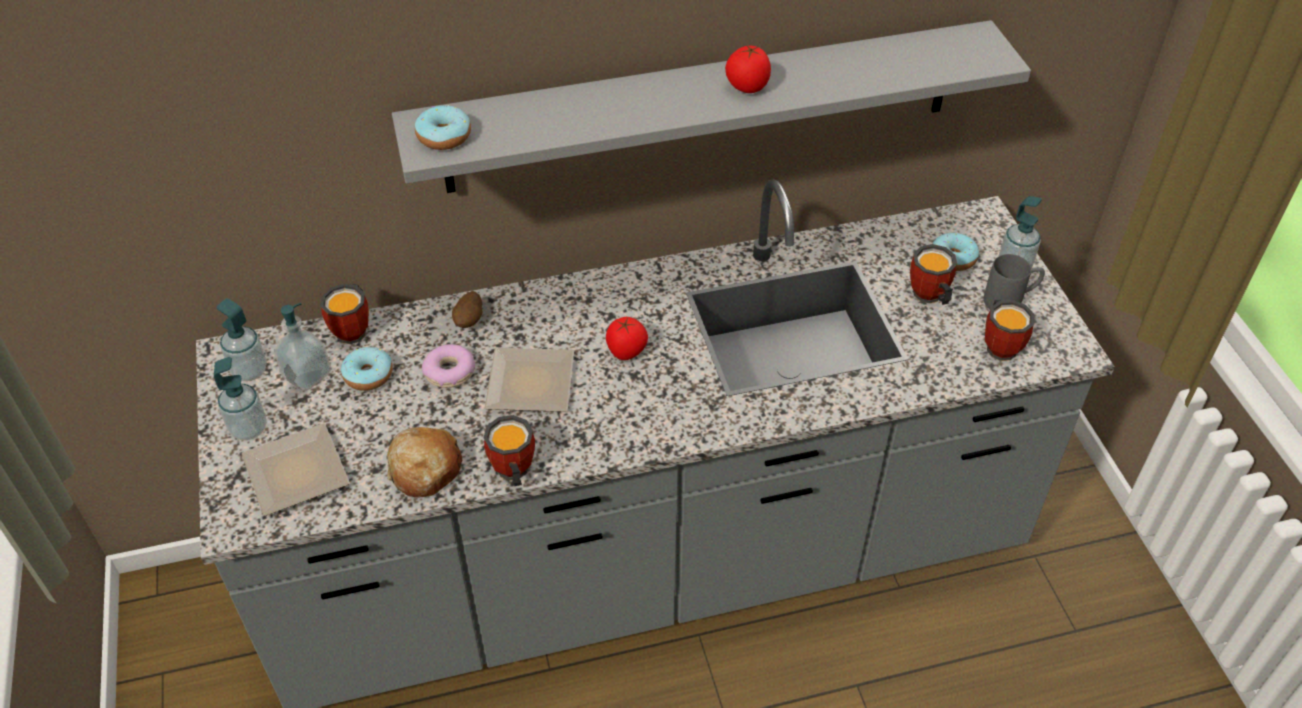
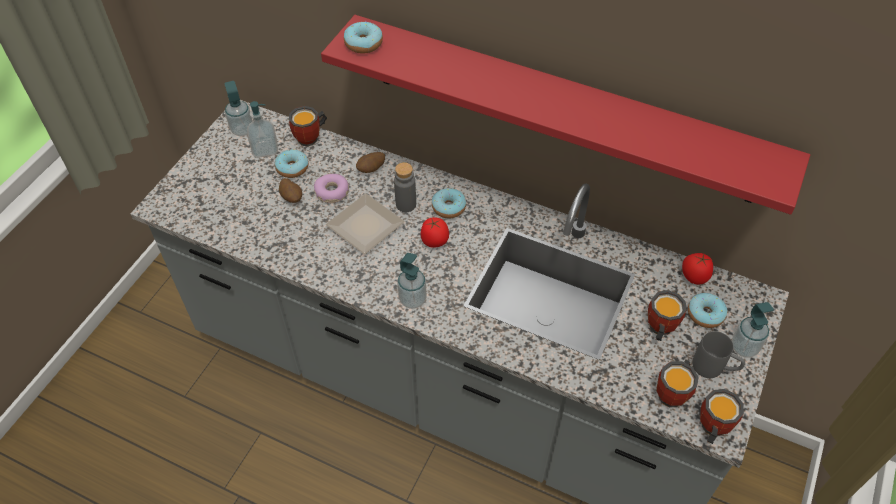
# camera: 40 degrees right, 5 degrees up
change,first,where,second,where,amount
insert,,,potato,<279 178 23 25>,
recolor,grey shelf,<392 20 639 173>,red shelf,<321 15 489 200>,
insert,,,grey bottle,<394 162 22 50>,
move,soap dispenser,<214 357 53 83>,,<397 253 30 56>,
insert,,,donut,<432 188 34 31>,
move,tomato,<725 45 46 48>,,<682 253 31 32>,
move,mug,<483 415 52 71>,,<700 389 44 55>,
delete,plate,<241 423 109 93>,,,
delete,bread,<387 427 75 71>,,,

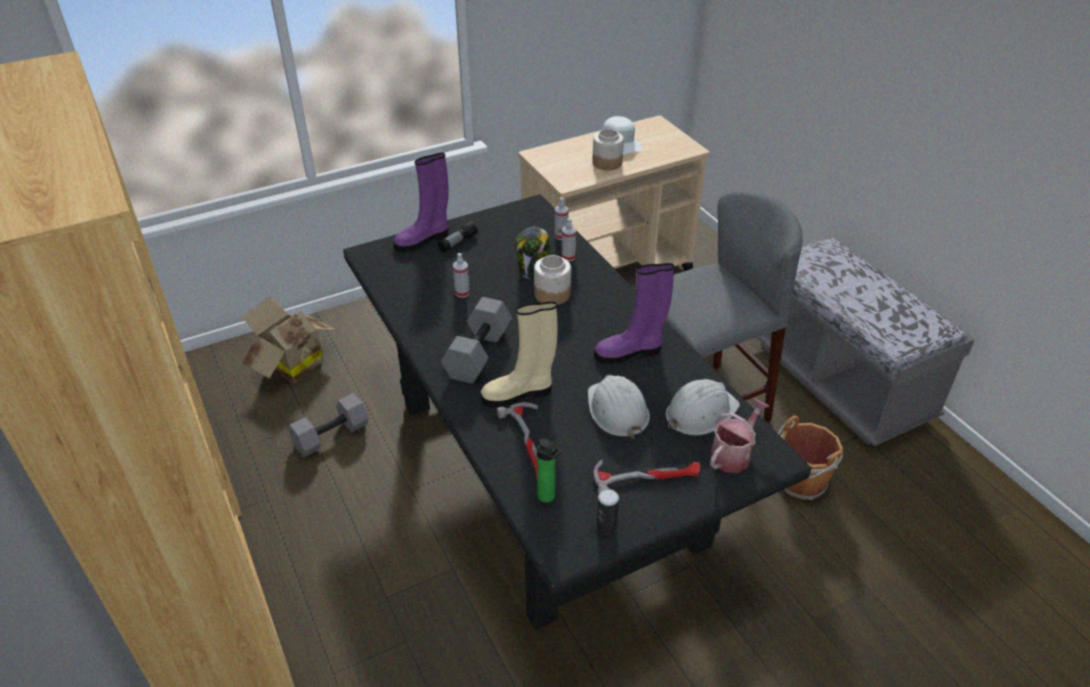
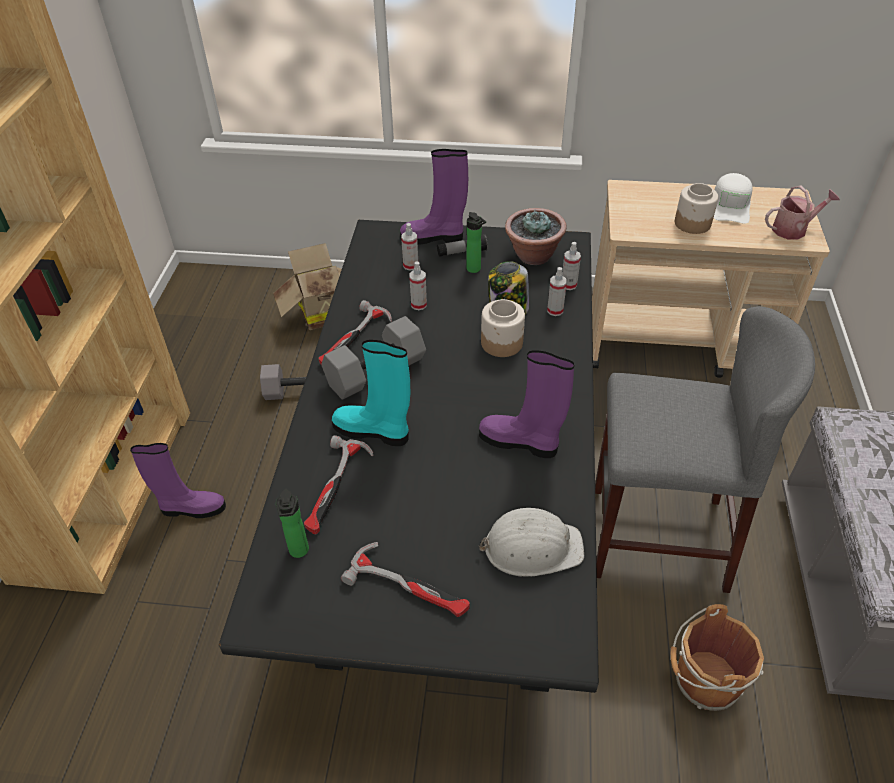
# camera: 35 degrees right, 5 degrees up
change,first,where,second,where,amount
insert,,,purple boot,<130 443 96 75>,
insert,,,hammer,<319 300 73 64>,
recolor,beige boot,<481 301 77 106>,turquoise boot,<332 340 78 106>,
insert,,,spray bottle,<401 223 17 48>,
insert,,,bottle,<466 212 20 61>,
insert,,,potted plant,<505 208 62 57>,
move,watering can,<710 398 60 75>,,<765 185 75 55>,
delete,white hard hat,<588 375 62 64>,,,
delete,can,<596 489 23 45>,,,

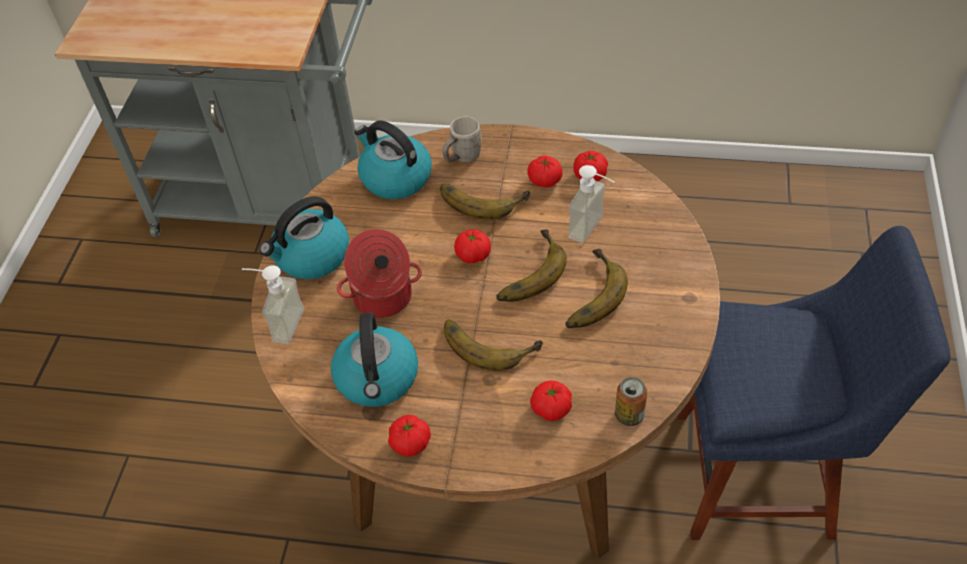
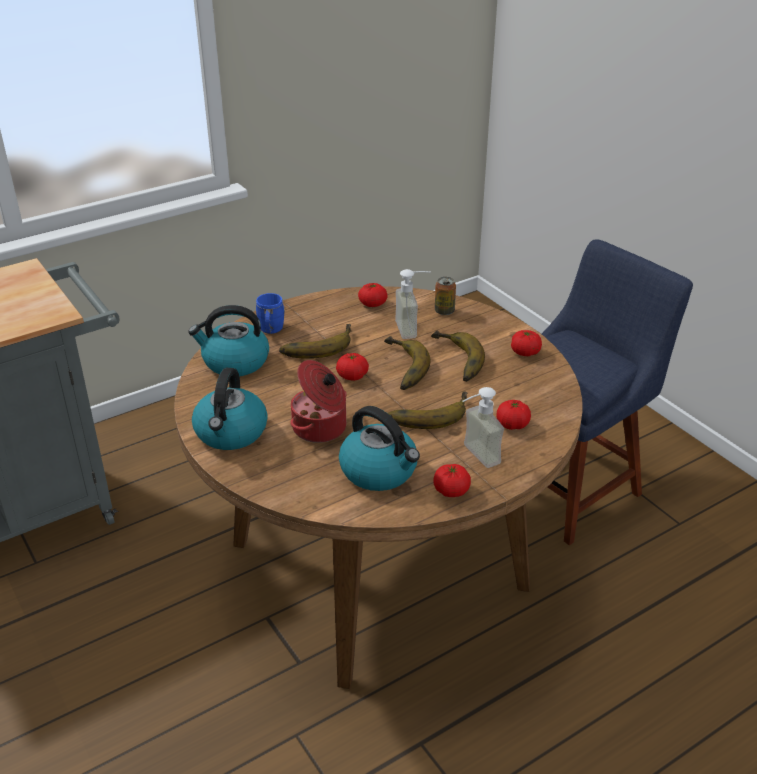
# camera: 45 degrees left, 15 degrees down
change,first,where,second,where,amount
recolor,grey mug,<443 116 39 47>,blue mug,<256 293 29 41>,
move,can,<615 377 32 49>,,<435 277 21 38>,
move,soap dispenser,<242 266 62 78>,,<463 387 41 81>,
move,tomato,<527 156 36 32>,,<511 330 31 26>,

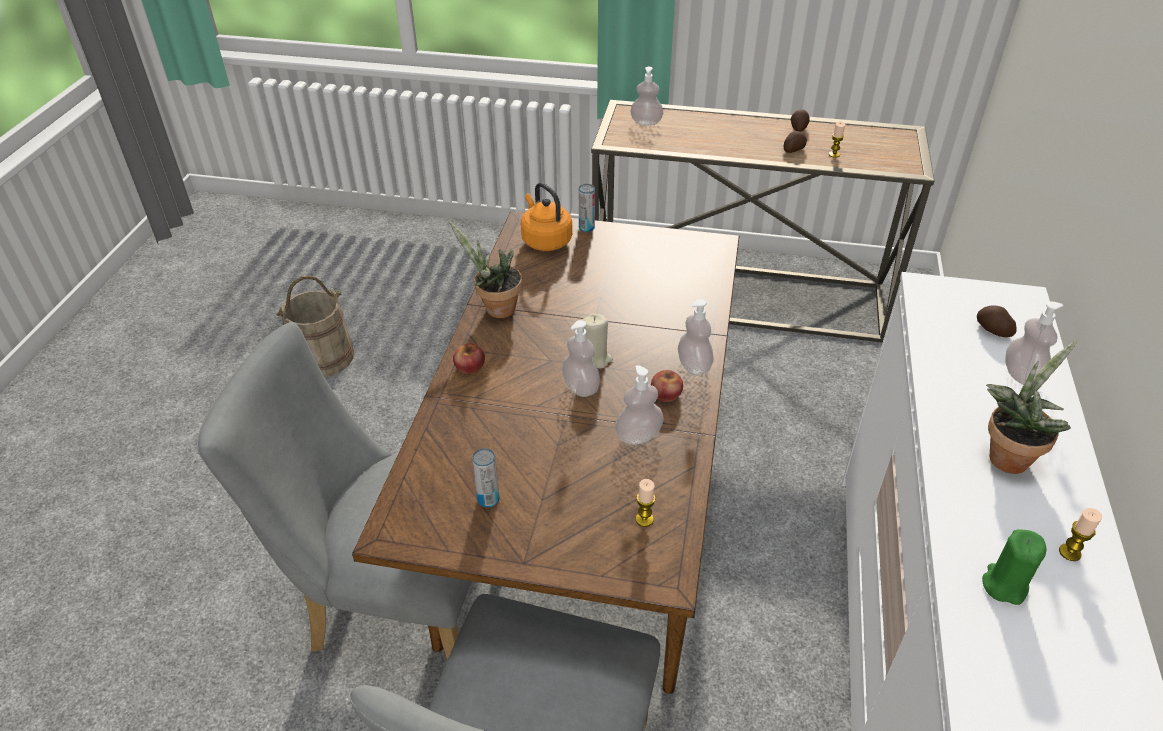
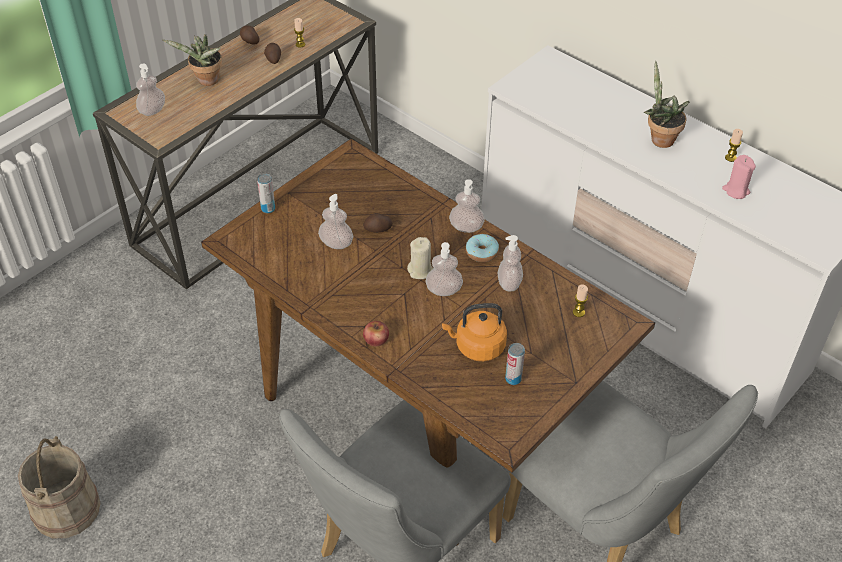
# camera: 60 degrees left, 5 degrees up
change,first,where,second,where,amount
move,potted plant,<449 222 73 96>,,<162 34 60 52>,
move,soap dispenser,<1005 301 58 84>,,<318 194 35 55>,
move,potato,<977 305 40 32>,,<363 213 30 20>,
move,orange kettle,<521 183 51 68>,,<442 303 65 58>,
replace,apple,<651 370 32 32>,donut,<466 234 33 28>,
recolor,green candle,<982 529 65 76>,pink candle,<722 155 34 44>,

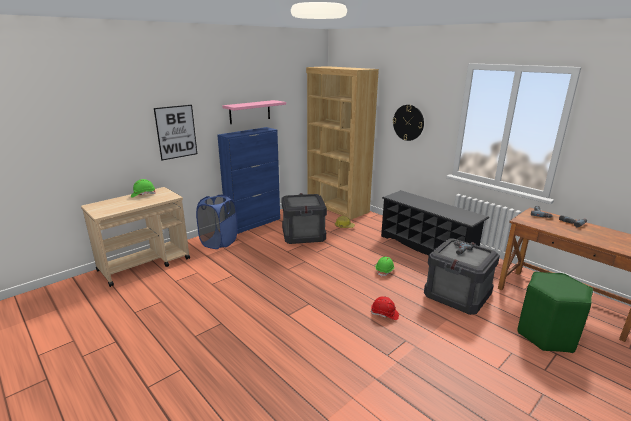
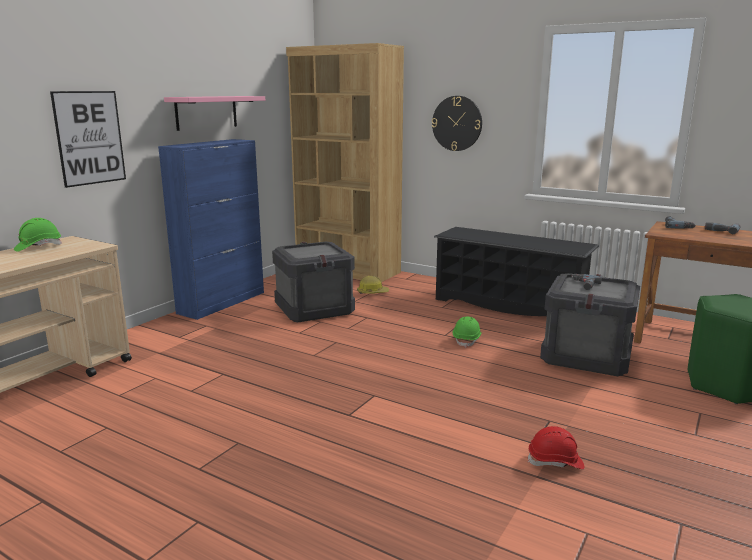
# camera: 15 degrees left, 5 degrees down
change,first,where,second,where,amount
move,red hard hat,<371 296 28 24>,,<527 426 57 43>,
delete,blue laundry basket,<196 195 42 54>,,,

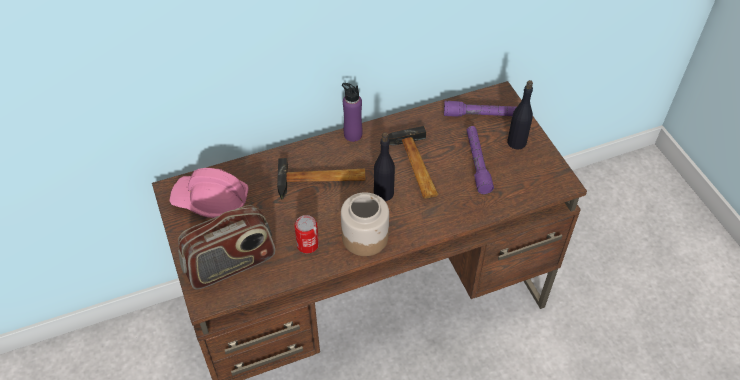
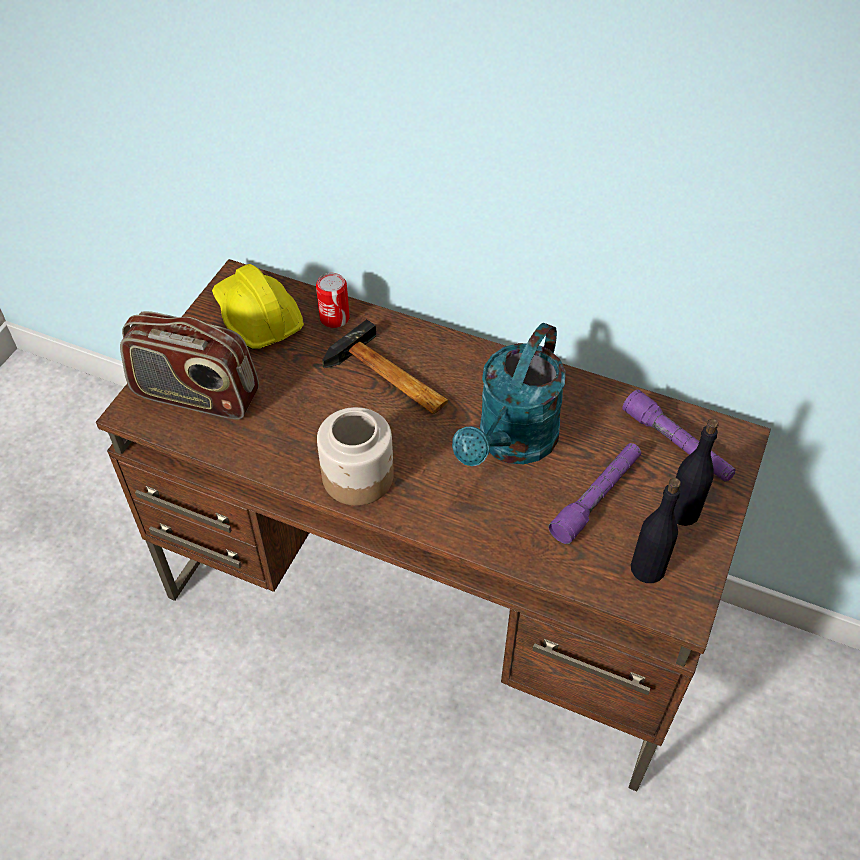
# camera: 45 degrees right, 0 degrees up
change,first,where,second,where,amount
recolor,pink hard hat,<169 168 80 50>,yellow hard hat,<212 264 92 85>,
move,can,<294 215 25 38>,,<316 273 34 55>,
replace,hammer,<388 126 50 73>,turquoise watering can,<452 323 114 143>,
move,black bottle,<374 132 21 69>,,<631 478 50 105>,
delete,purple bottle,<342 83 20 59>,,,

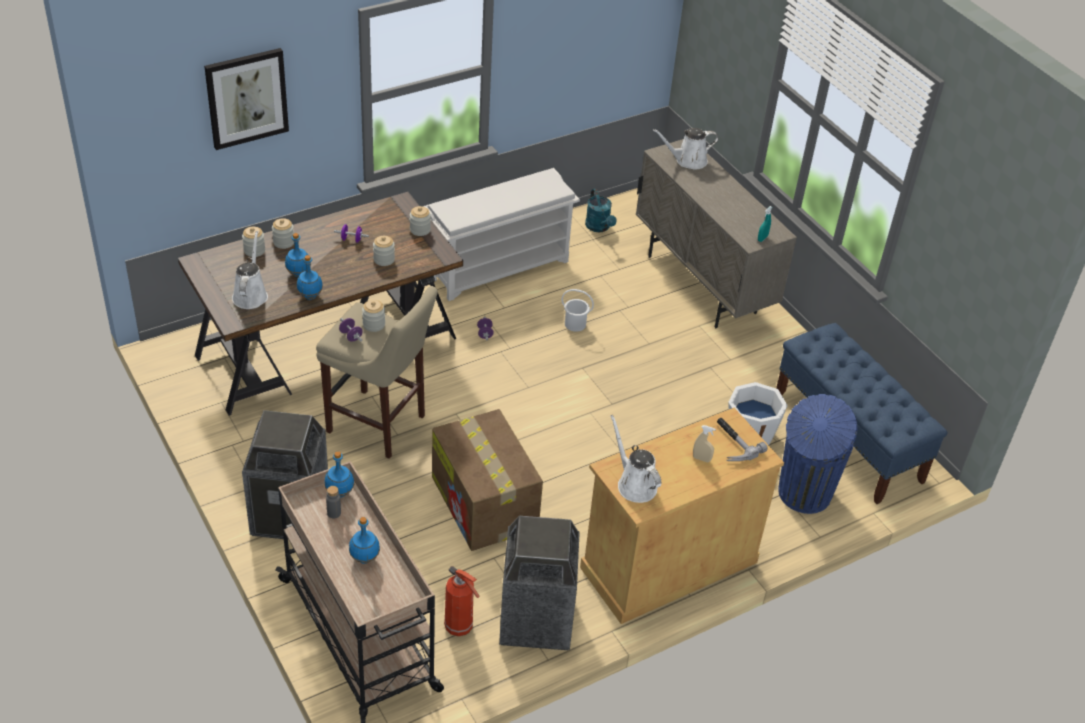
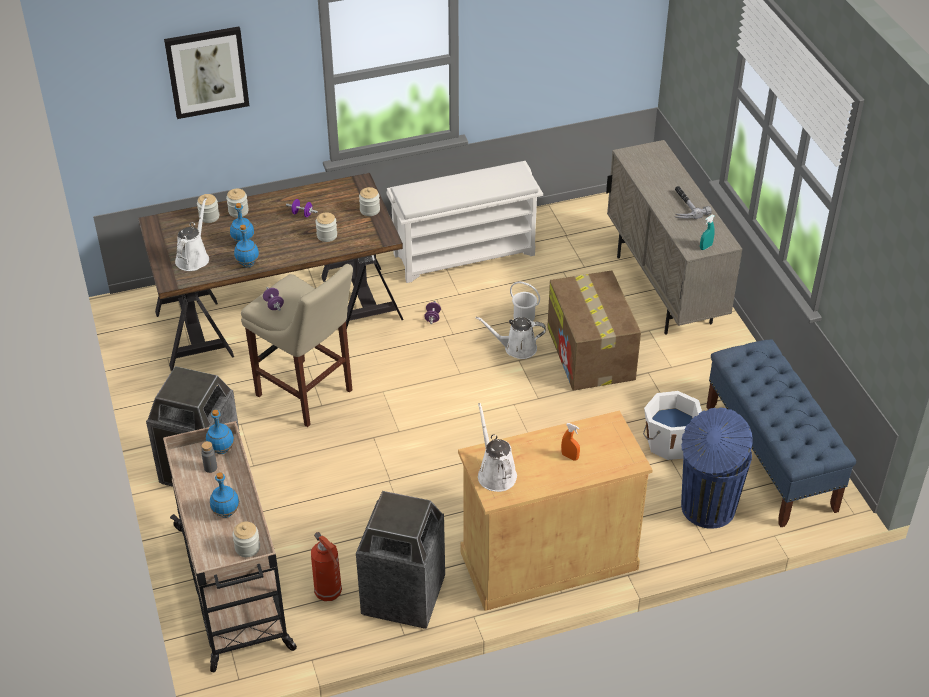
# camera: 15 degrees right, 0 degrees up
change,first,where,second,where,amount
move,jar,<362 300 23 32>,,<232 522 28 35>,
move,white watering can,<653 128 66 41>,,<476 317 70 42>,
move,cardboard box,<432 409 111 142>,,<547 270 94 121>,
recolor,beige spray bottle,<693 425 23 37>,orange spray bottle,<561 423 19 38>,
move,hammer,<717 418 51 43>,,<675 186 37 33>,
delete,turquoise watering can,<585 189 32 43>,,,

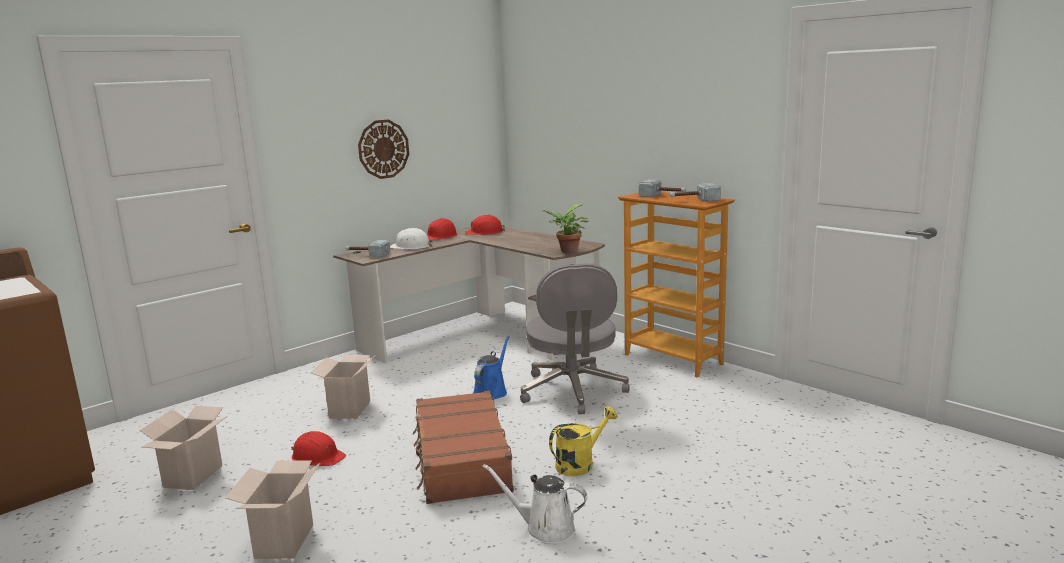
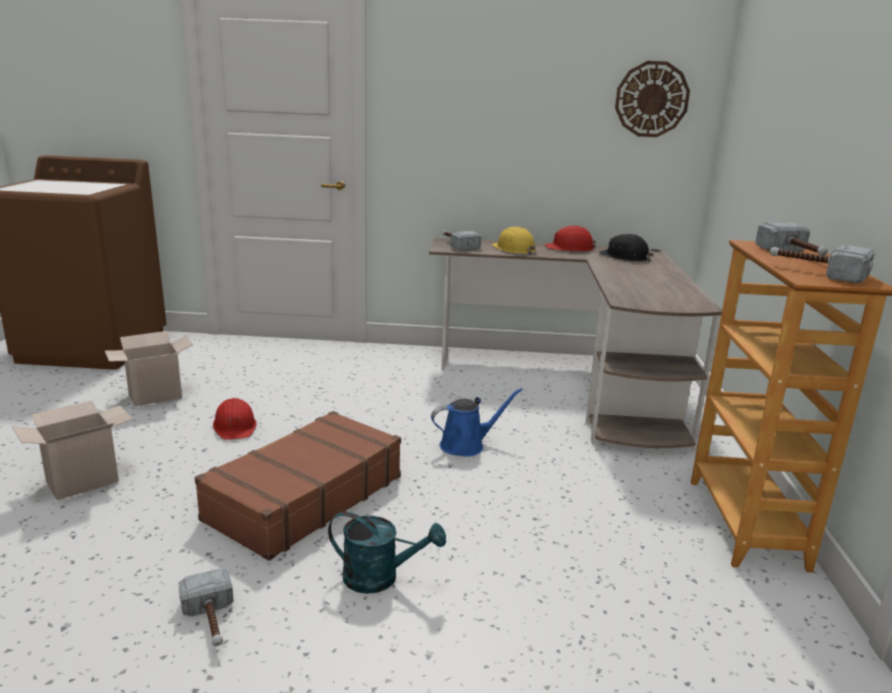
# camera: 45 degrees right, 5 degrees up
change,first,where,second,where,amount
replace,white watering can,<482 464 106 80>,hammer,<178 568 56 78>,
recolor,yellow watering can,<549 406 69 70>,turquoise watering can,<328 511 118 83>,
recolor,white hard hat,<390 228 43 21>,yellow hard hat,<491 227 45 28>,
recolor,red hard hat,<465 215 40 20>,black hard hat,<599 234 55 28>,
move,wall clock,<358 119 51 60>,,<615 61 75 76>,
delete,cardboard box,<310 355 66 64>,,,
delete,grey office chair,<520 263 110 151>,,,
delete,potted plant,<544 204 44 49>,,,

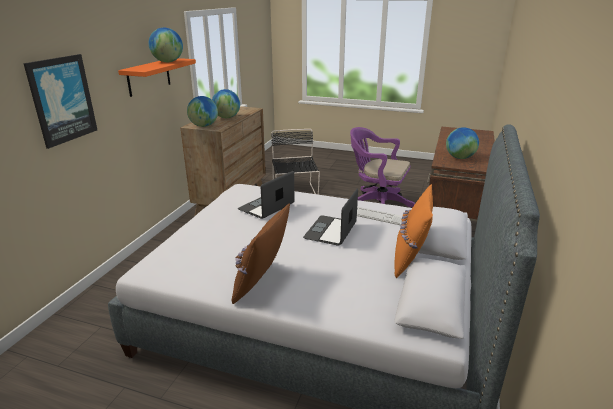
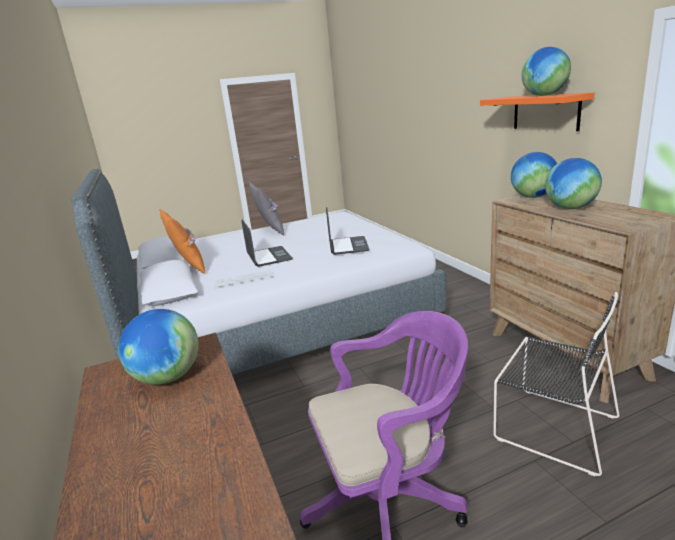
# camera: 140 degrees right, 5 degrees down
change,first,where,second,where,amount
recolor,brown pillow,<231 203 59 101>,grey pillow,<248 182 36 53>,
delete,picture,<23 54 74 95>,,,

